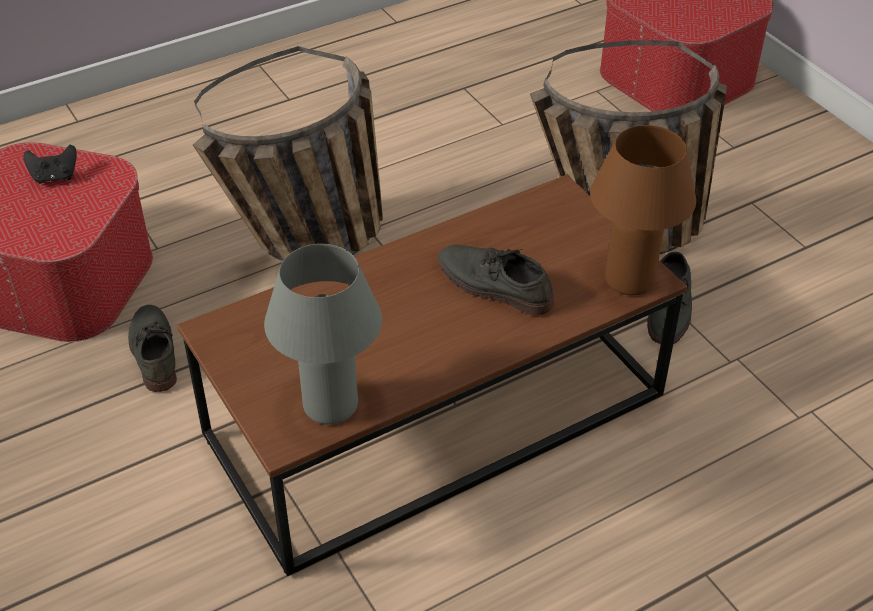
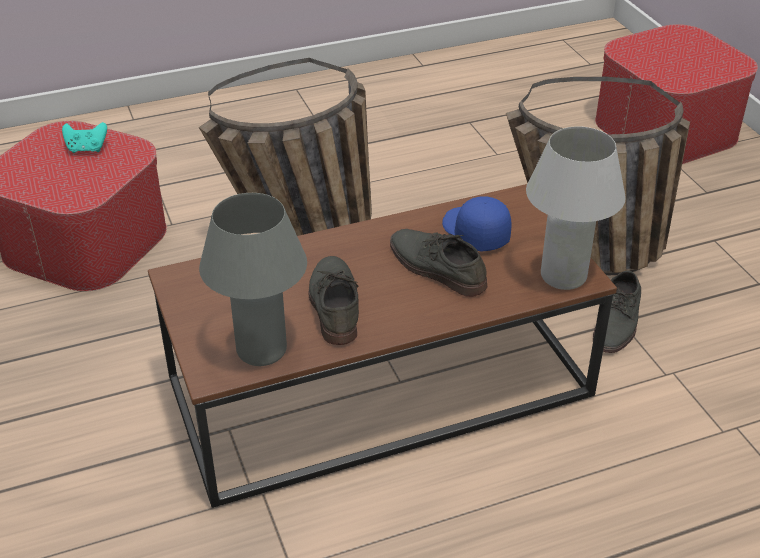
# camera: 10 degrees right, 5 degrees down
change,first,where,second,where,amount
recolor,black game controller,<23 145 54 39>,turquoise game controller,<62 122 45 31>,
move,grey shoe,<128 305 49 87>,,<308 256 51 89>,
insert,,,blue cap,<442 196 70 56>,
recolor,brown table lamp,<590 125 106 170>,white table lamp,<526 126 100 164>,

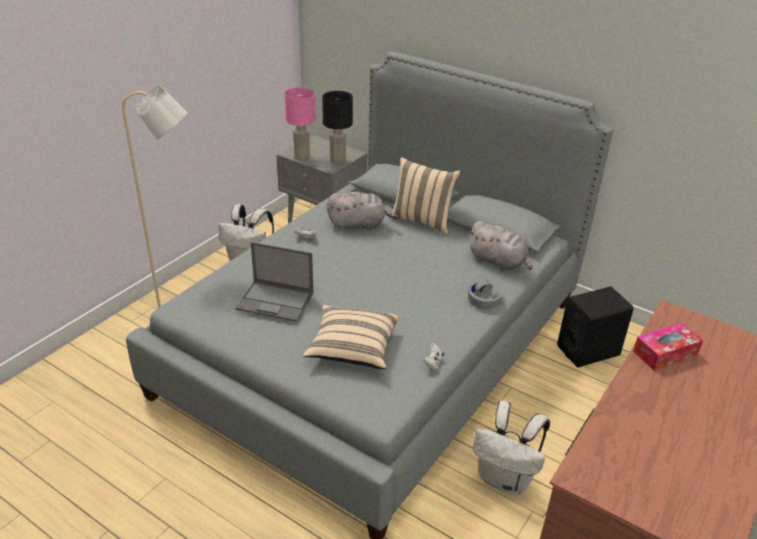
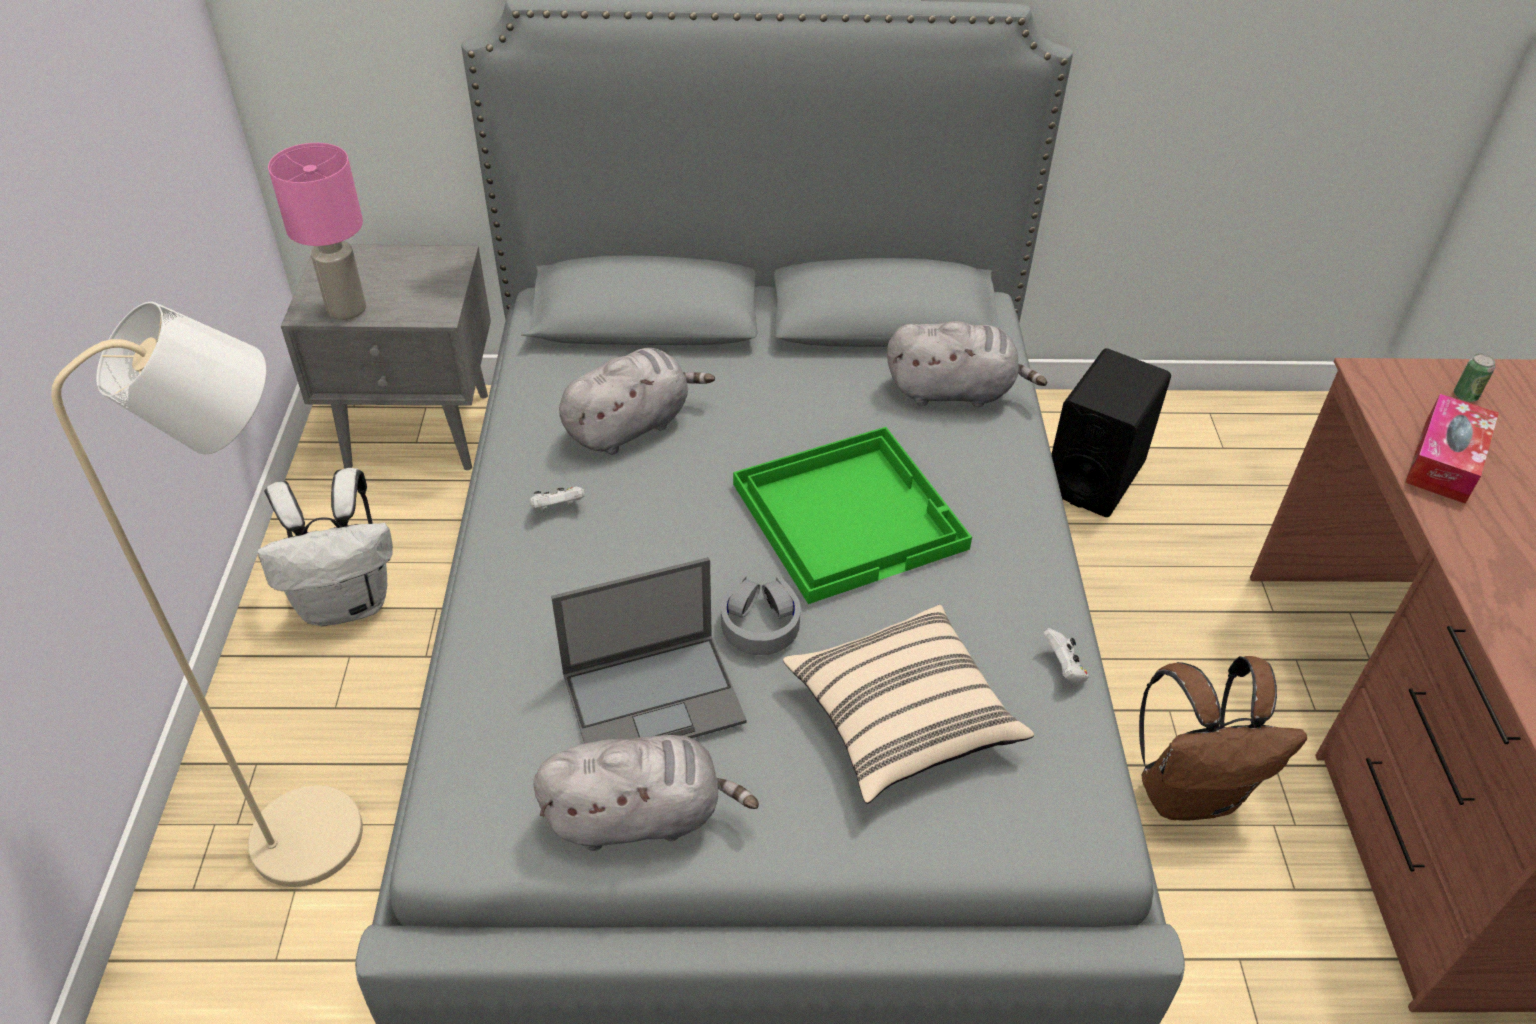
# camera: 35 degrees left, 10 degrees up
change,first,where,second,where,amount
insert,,,grey plush toy,<533 735 226 116>,
move,grey headphones,<468 279 35 30>,,<721 576 80 79>,
insert,,,green tray,<733 427 239 177>,
recolor,white backpack,<473 401 77 94>,brown backpack,<1139 656 168 164>,
insert,,,can,<1454 353 41 49>,
delete,black table lamp,<322 91 31 73>,,,
delete,beige pillow,<389 157 71 77>,,,

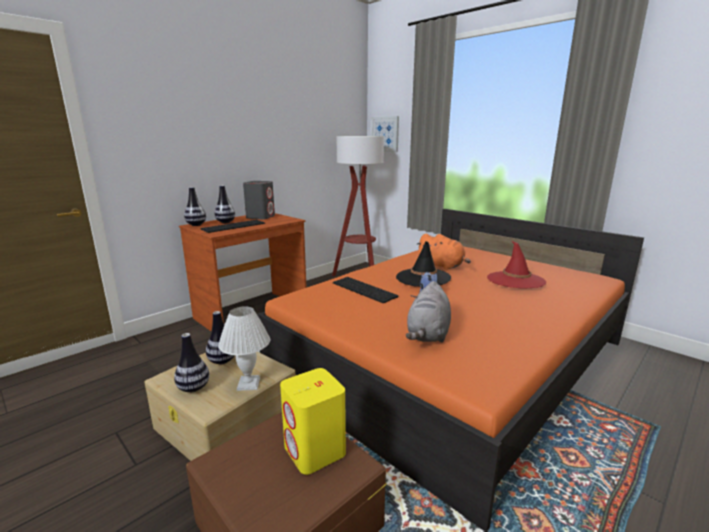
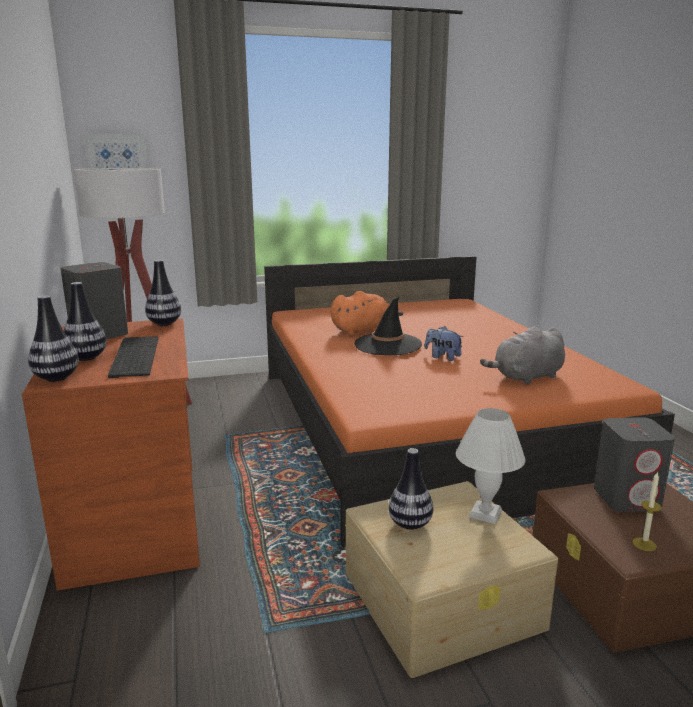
# camera: 60 degrees left, 0 degrees up
change,first,where,second,where,amount
move,vase,<174 333 35 59>,,<145 260 36 66>,
rotate,grey plush toy,<406 281 45 62>,,<480 327 85 58>,105 degrees clockwise
recolor,yellow speaker,<280 368 66 107>,grey speaker,<594 417 81 95>,
insert,,,candle,<633 471 29 80>,
delete,keyboard,<333 277 65 26>,,,
delete,red hat,<487 241 59 48>,,,

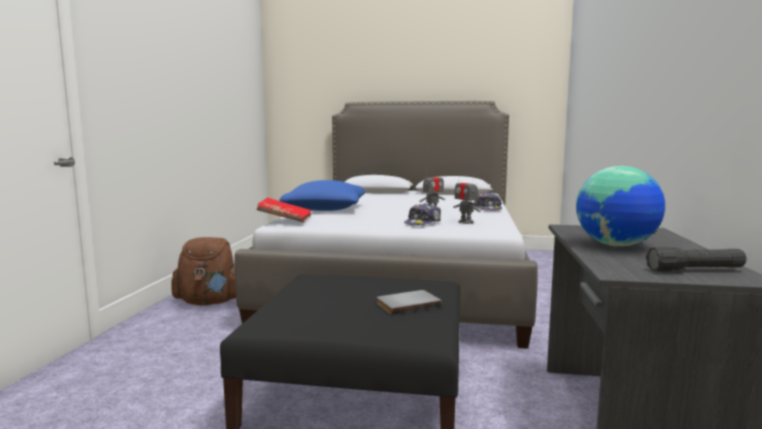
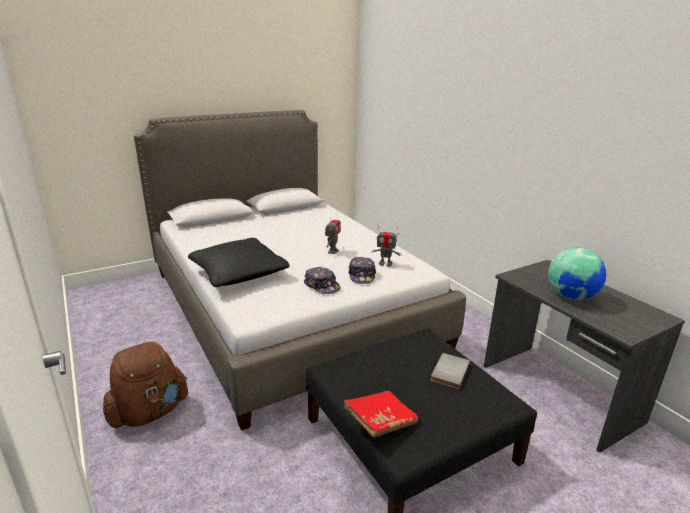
# camera: 40 degrees left, 15 degrees up
change,first,where,second,where,amount
recolor,blue pillow,<279 180 86 31>,black pillow,<188 238 101 49>,
move,cap,<474 192 28 19>,,<304 267 37 27>,
move,red book,<256 198 56 24>,,<343 391 75 46>,
delete,black flashlight,<646 246 101 25>,,,

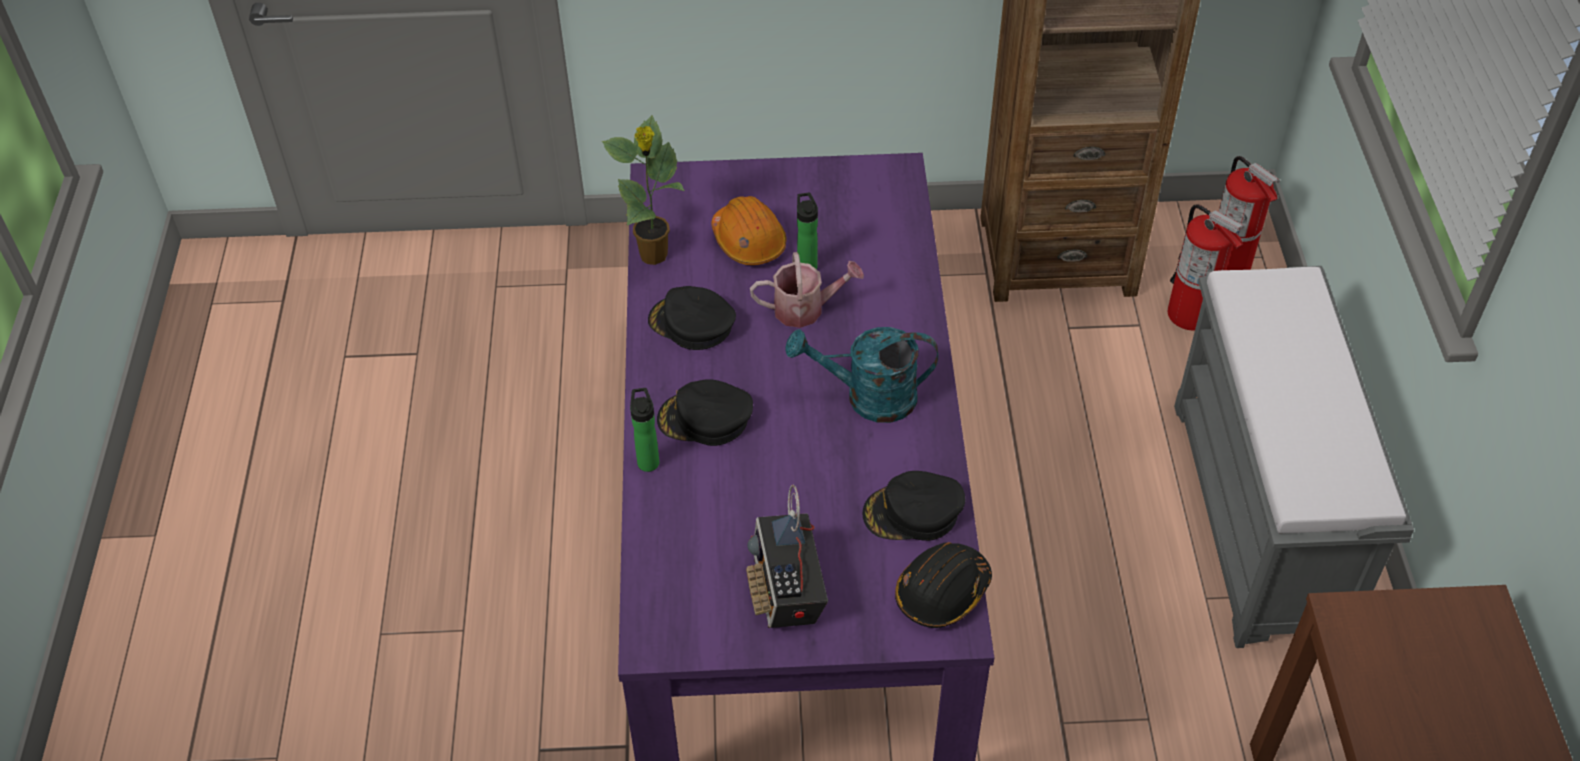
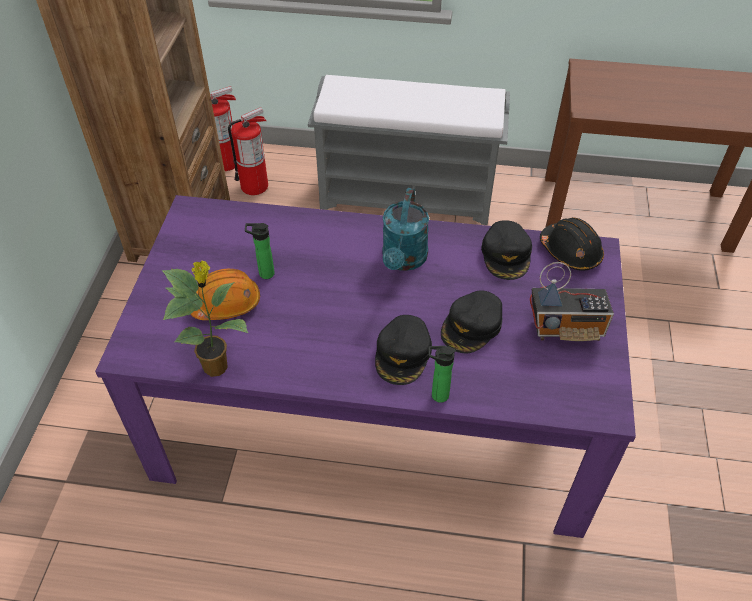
# camera: 80 degrees left, 0 degrees up
change,first,where,second,where,amount
move,black cap,<648 286 88 64>,,<441 290 61 63>,
delete,watering can,<750 252 114 76>,,,

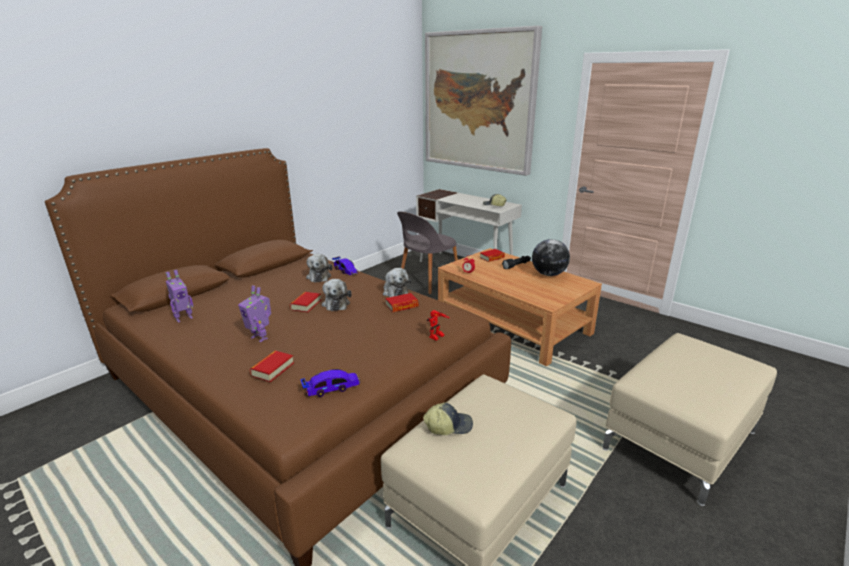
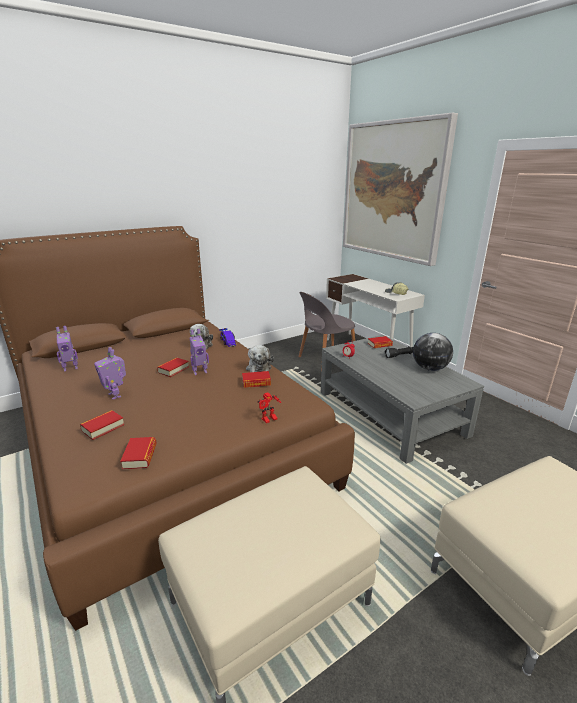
# camera: 15 degrees right, 0 degrees up
change,first,where,second,where,amount
replace,toy car,<301 369 60 28>,book,<120 437 37 32>,
replace,plush toy,<322 279 30 32>,toy robot,<190 329 19 46>,
recolor,brown coffee table,<438 248 164 118>,grey coffee table,<321 335 163 129>,
delete,cap,<423 402 50 33>,,,

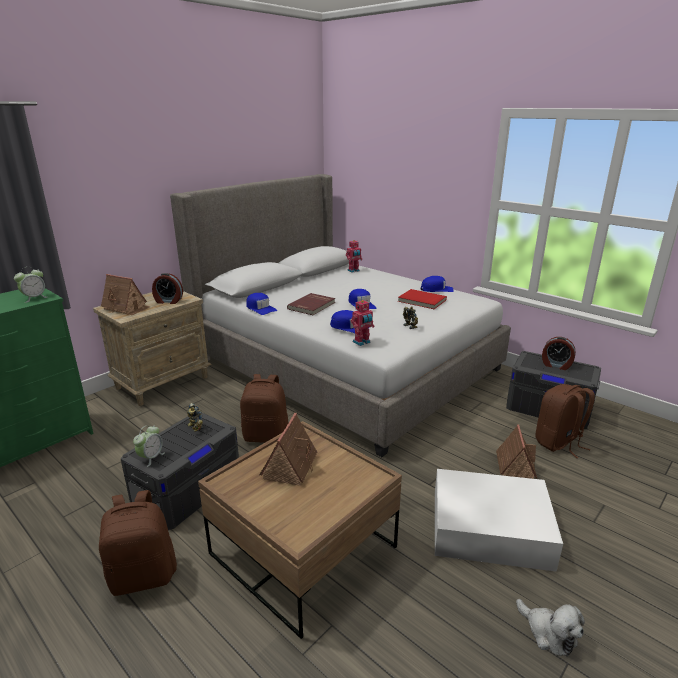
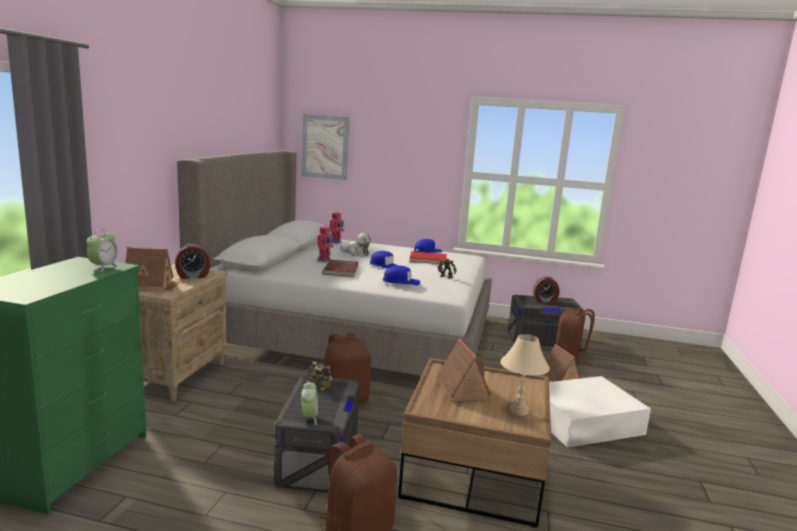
# camera: 30 degrees left, 10 degrees down
change,first,where,second,where,amount
insert,,,picture,<302 114 47 66>,
move,toy robot,<351 300 23 46>,,<317 225 17 37>,
move,plush toy,<516 599 69 58>,,<340 233 31 24>,
insert,,,beige table lamp,<501 334 49 82>,
delete,blue cap,<246 293 31 22>,,,

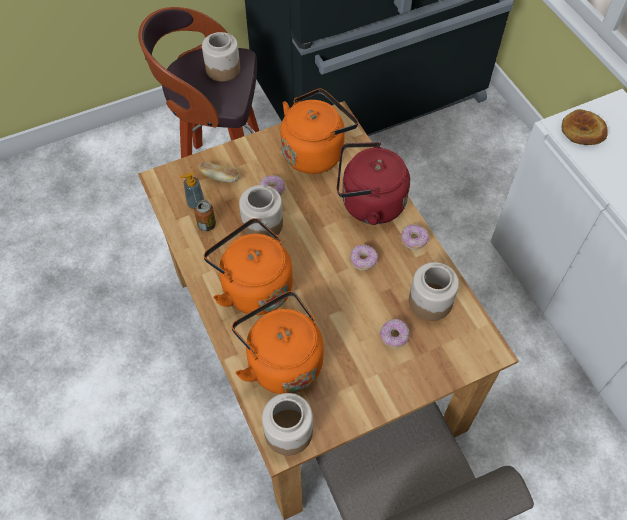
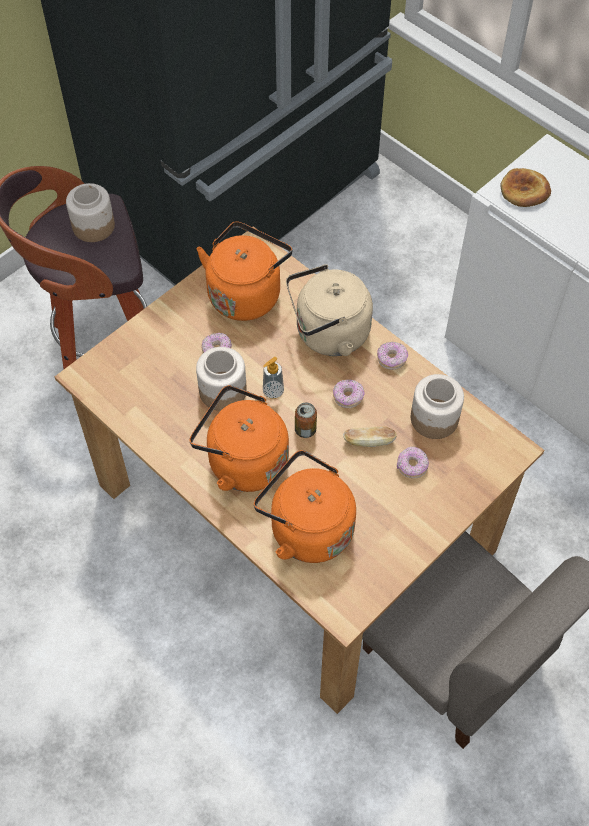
# camera: 20 degrees left, 0 degrees up
change,first,where,second,where,amount
move,soap dispenser,<180 172 25 37>,,<263 357 21 42>,
recolor,red kettle,<337 142 73 83>,beige kettle,<286 264 87 92>,
move,can,<194 200 22 31>,,<295 402 22 36>,
move,bread,<198 162 41 20>,,<343 427 53 20>,
delete,jar,<262 393 51 63>,,,

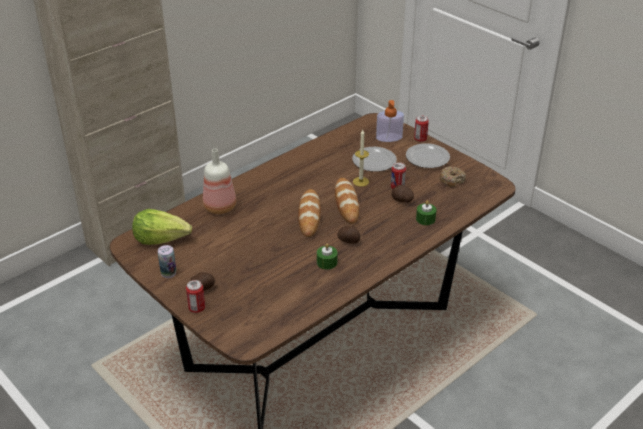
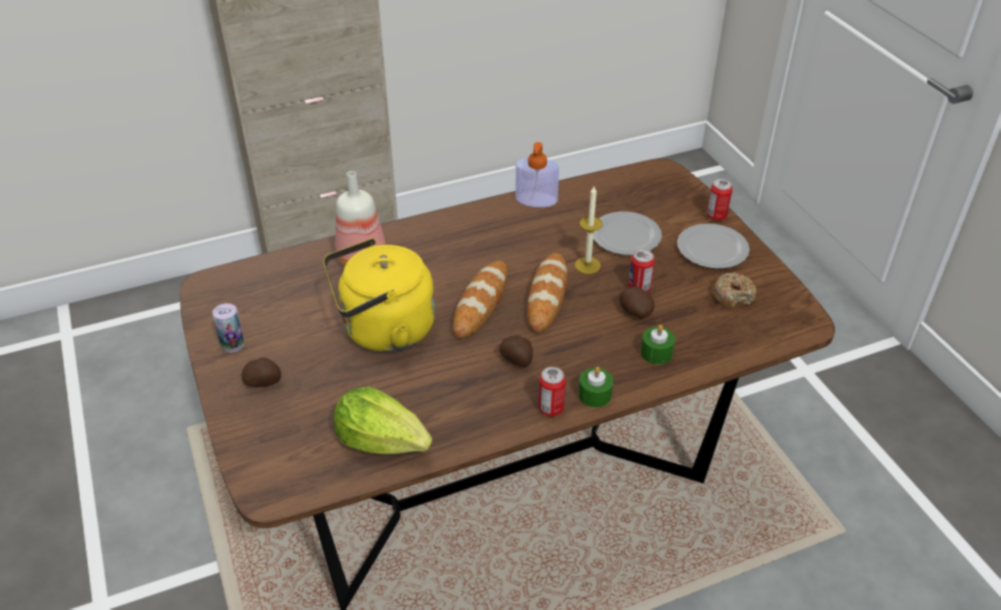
# camera: 20 degrees right, 5 degrees up
change,first,where,second,where,amount
insert,,,yellow kettle,<323 238 112 114>,
move,lettuce,<132 209 60 36>,,<333 386 99 69>,
move,soap dispenser,<376 100 28 42>,,<515 142 44 65>,
move,can,<186 280 19 33>,,<538 367 28 49>,
move,green candle,<317 243 21 27>,,<578 367 35 41>,

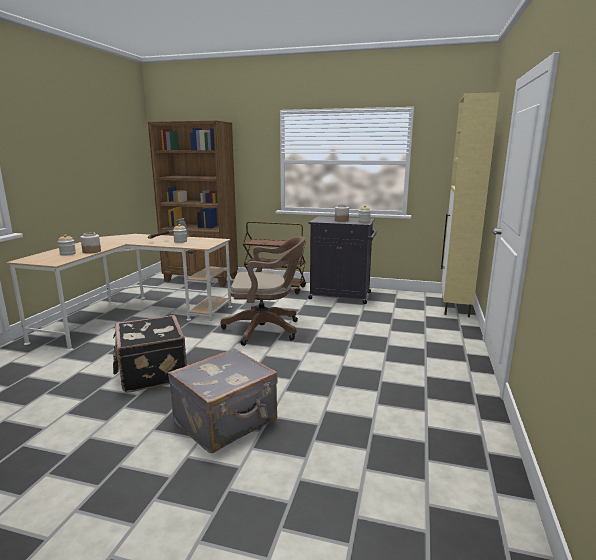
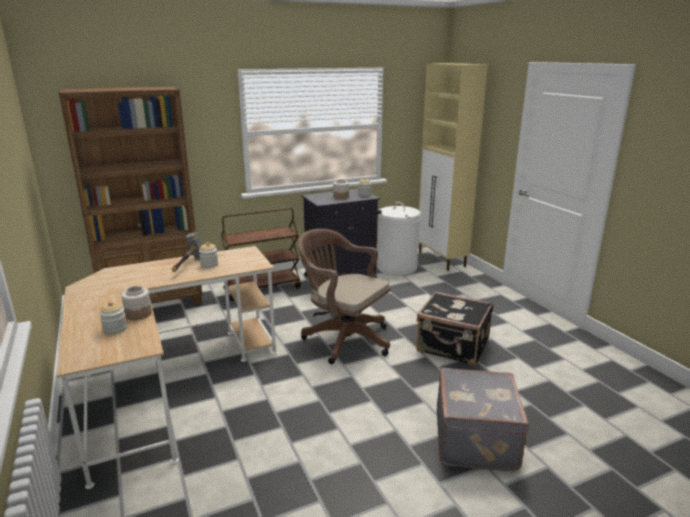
# camera: 40 degrees left, 5 degrees up
change,first,where,second,where,amount
rotate,brown office chair,<221 236 84 110>,,<298 229 93 135>,105 degrees counterclockwise
insert,,,white laundry basket,<377 202 45 74>,
move,black suitcase,<113 315 74 77>,,<416 291 77 74>,

